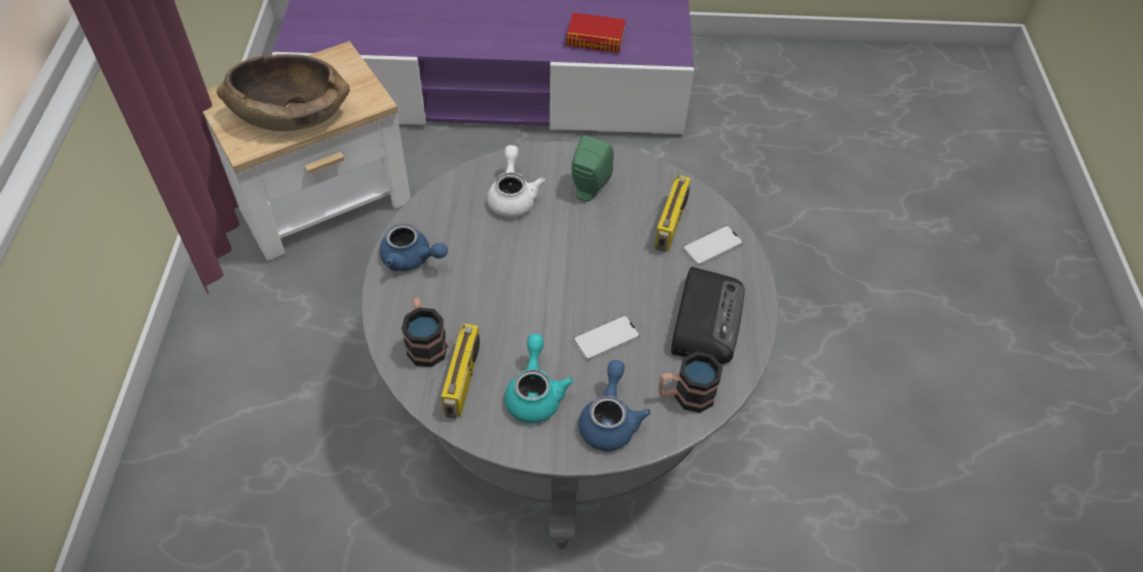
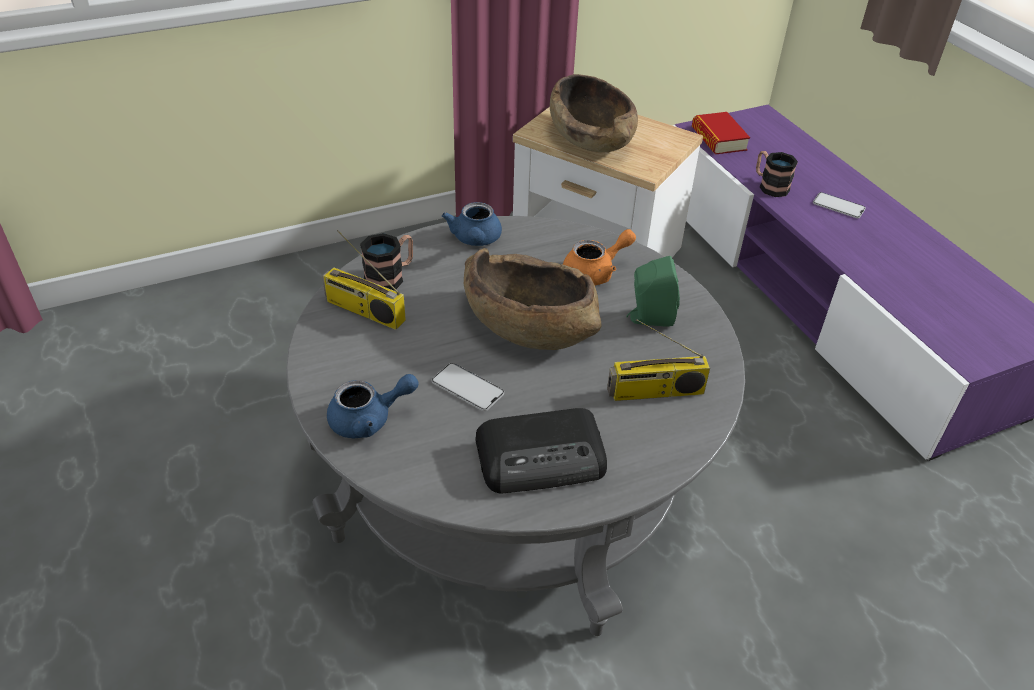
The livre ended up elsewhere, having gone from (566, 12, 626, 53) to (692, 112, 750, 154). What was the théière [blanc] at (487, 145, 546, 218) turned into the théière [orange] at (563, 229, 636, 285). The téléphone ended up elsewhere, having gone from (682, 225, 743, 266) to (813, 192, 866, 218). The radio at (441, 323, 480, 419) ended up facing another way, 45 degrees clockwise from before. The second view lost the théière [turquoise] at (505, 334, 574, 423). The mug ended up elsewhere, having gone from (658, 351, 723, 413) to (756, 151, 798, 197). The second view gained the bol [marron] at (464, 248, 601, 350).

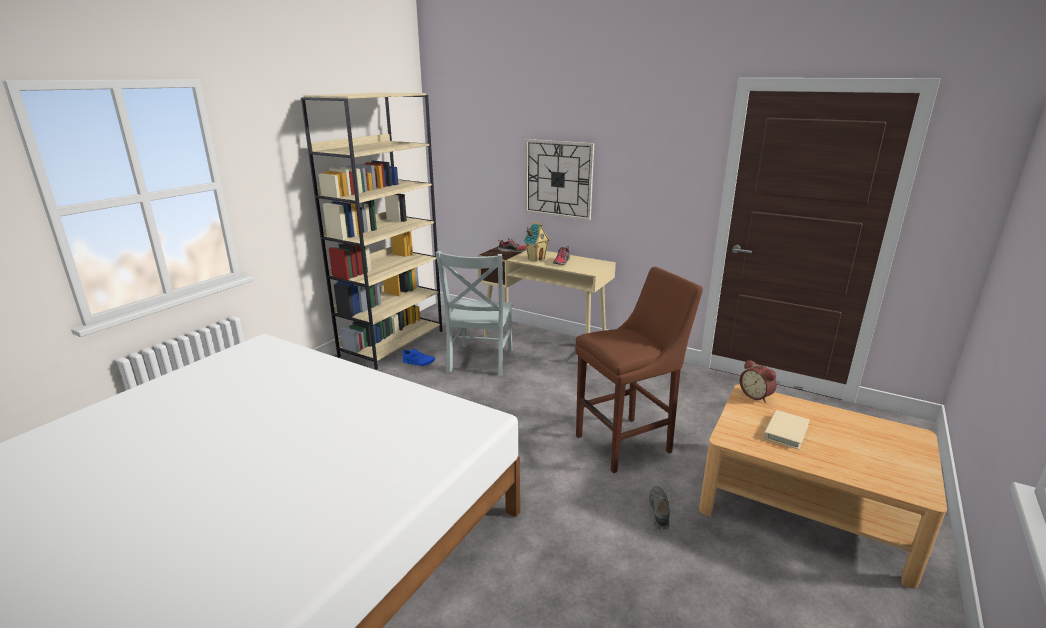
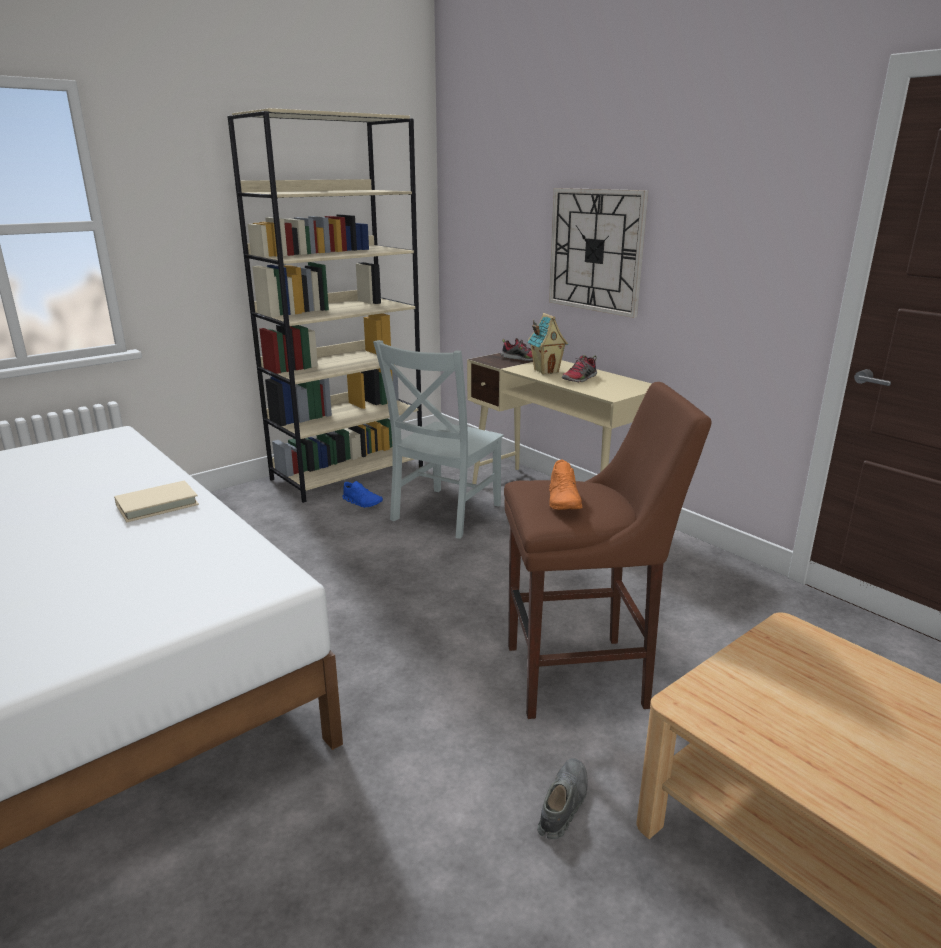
The second view lost the réveil at (740, 360, 777, 403). The livre [beige] ended up elsewhere, having gone from (763, 410, 810, 450) to (114, 481, 199, 522). The second view gained the chaussure [orange] at (549, 460, 582, 510).

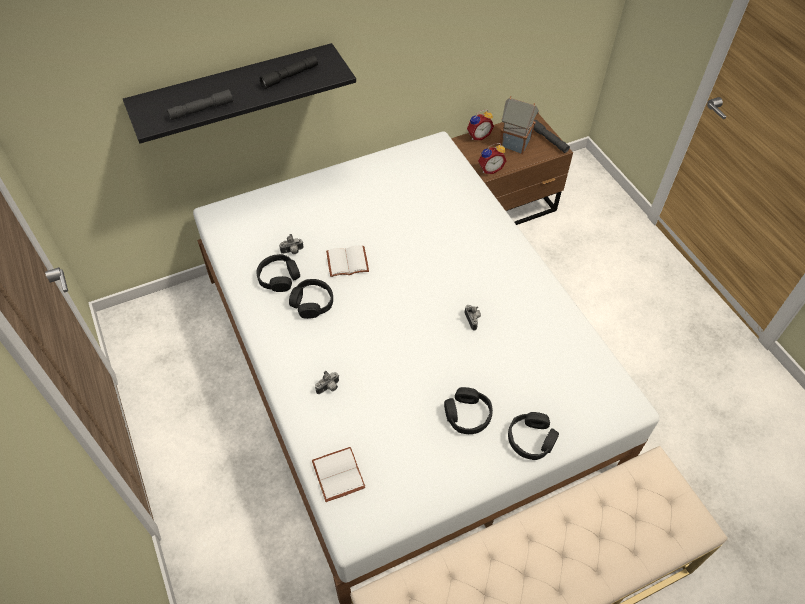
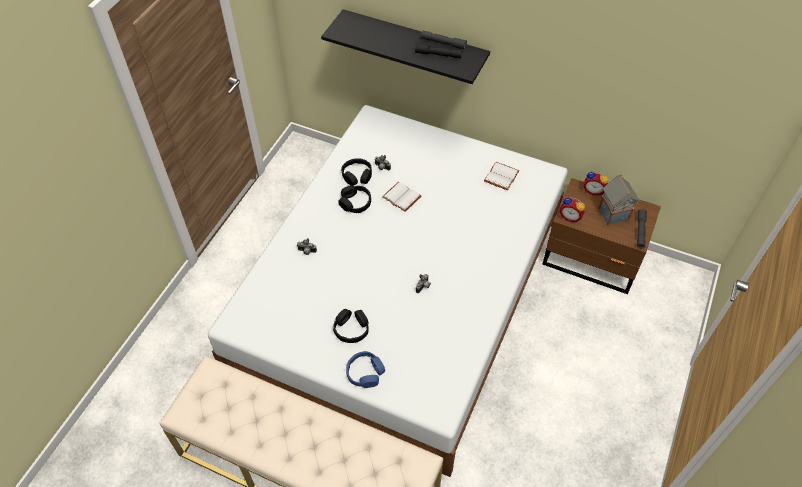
The lampe de poche [gris] ended up elsewhere, having gone from (167, 89, 233, 120) to (421, 31, 467, 50). What was the casque audio [noir] at (508, 412, 559, 460) turned into the casque audio [bleu] at (346, 351, 385, 388). The livre [blanc] ended up elsewhere, having gone from (312, 447, 366, 502) to (484, 162, 519, 190).

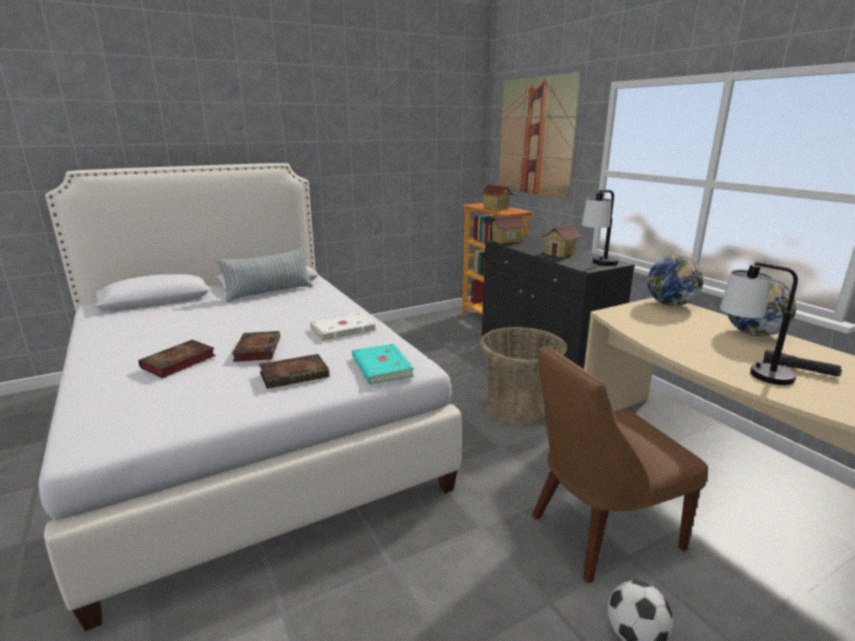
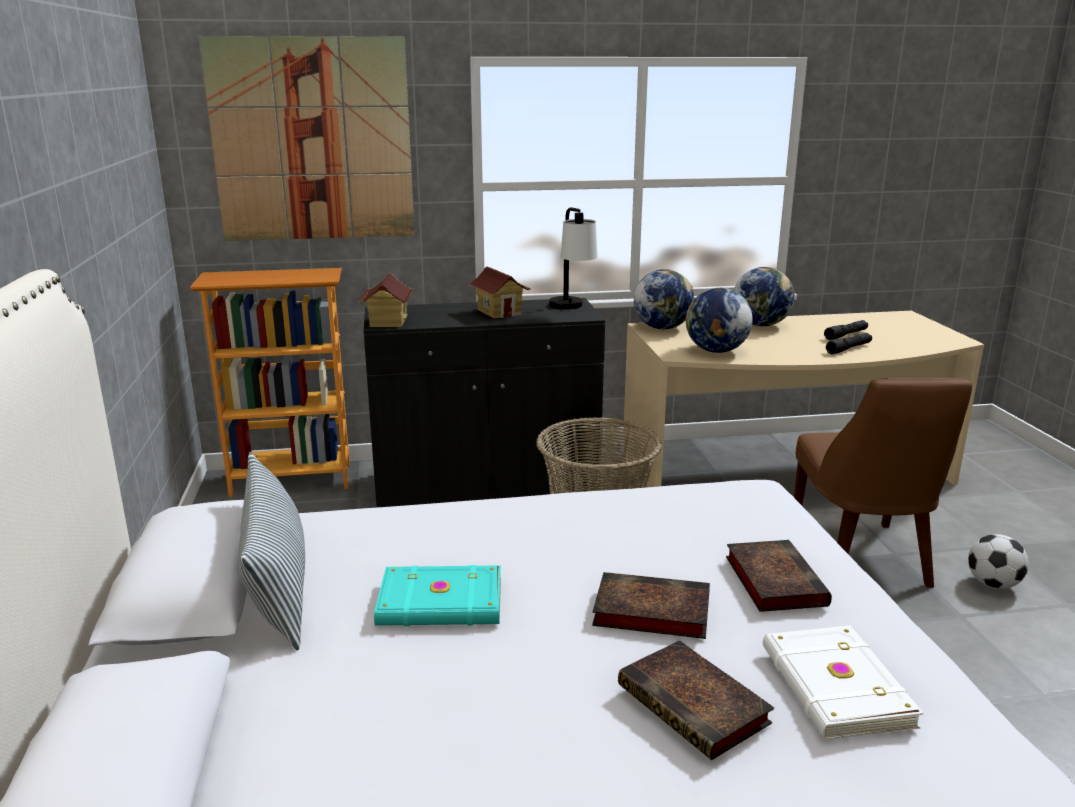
The second view lost the maison miniature at (479, 184, 515, 210). Where the lampe de table stood at (720, 262, 798, 385), the lampe de poche [noir] came to stand at (826, 333, 872, 355). The livre [blanc] ended up elsewhere, having gone from (310, 313, 376, 341) to (763, 625, 923, 740). The livre [turquoise] ended up elsewhere, having gone from (352, 344, 415, 385) to (374, 565, 501, 626). The second view gained the globe at (686, 288, 753, 353).

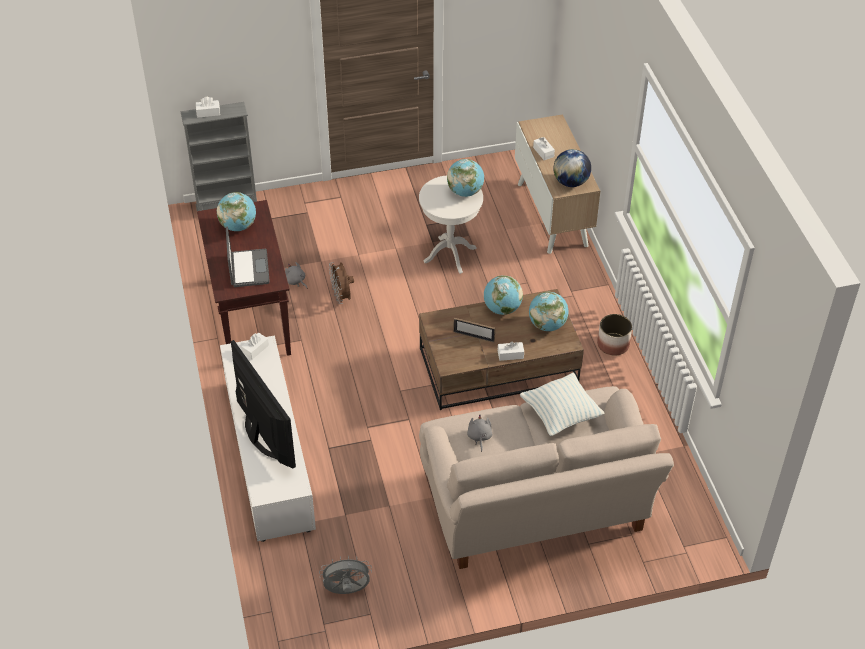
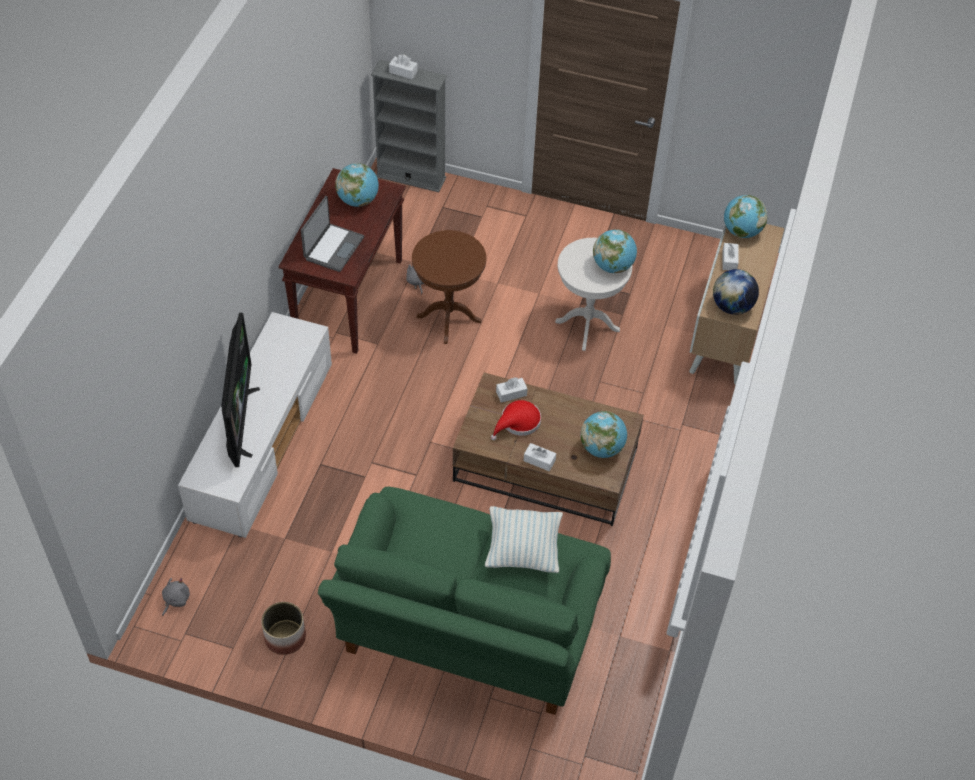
Where the ventilateur [marron] stood at (329, 262, 354, 304), the table d'appoint [marron] came to stand at (412, 230, 486, 344). The globe ended up elsewhere, having gone from (484, 275, 523, 315) to (724, 195, 767, 238). The cache-pot ended up elsewhere, having gone from (597, 314, 632, 356) to (261, 602, 306, 655). Where the cadre photo stood at (453, 318, 495, 342), the chapeau [rouge] came to stand at (491, 400, 541, 440). The boîte à mouchoirs [blanc] ended up elsewhere, having gone from (241, 333, 269, 360) to (496, 377, 527, 403). What was the canapé [beige] at (419, 386, 674, 569) turned into the canapé [vert] at (318, 486, 611, 715). The peluche [gris] ended up elsewhere, having gone from (467, 415, 492, 452) to (162, 578, 190, 616). The second view lost the ventilateur [gris] at (319, 555, 372, 594).

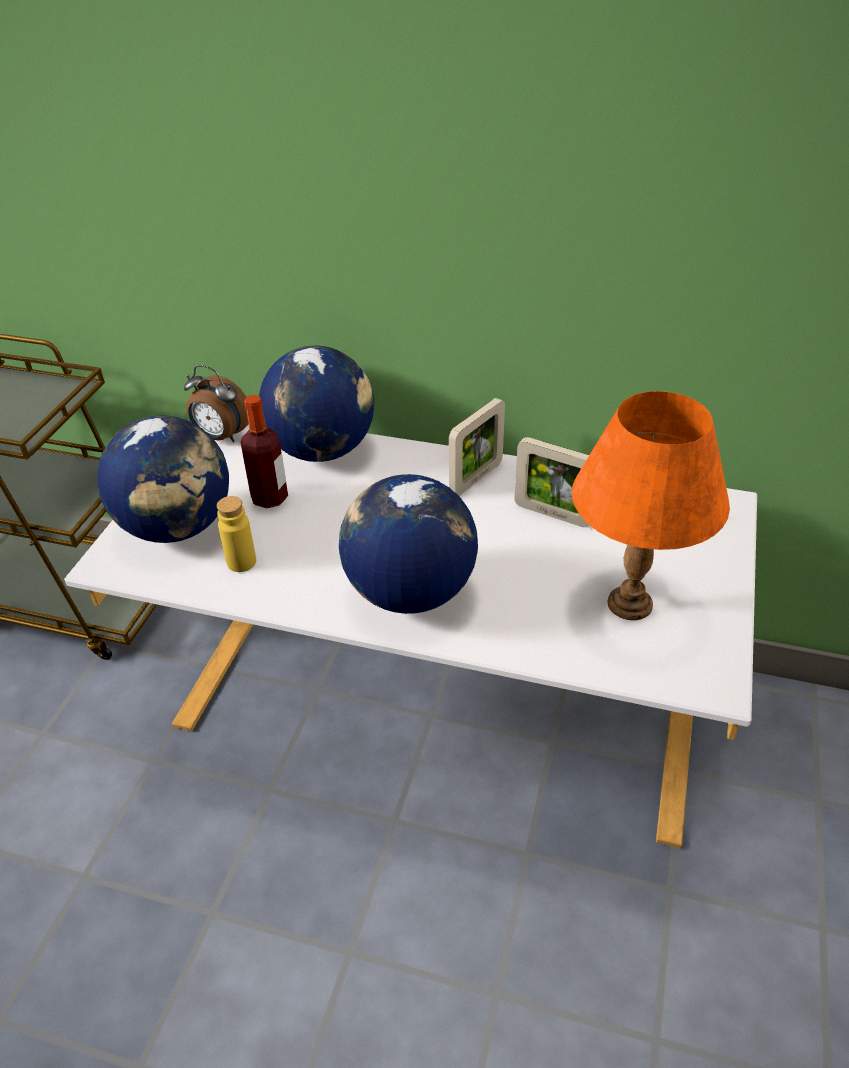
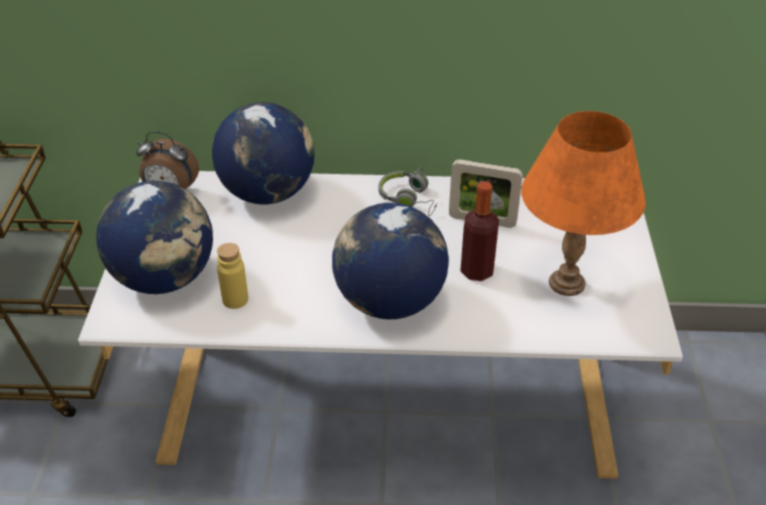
The bouteille ended up elsewhere, having gone from (240, 395, 288, 508) to (460, 181, 499, 281). Where the cadre photo stood at (449, 398, 505, 496), the casque audio [gris] came to stand at (379, 166, 437, 216).

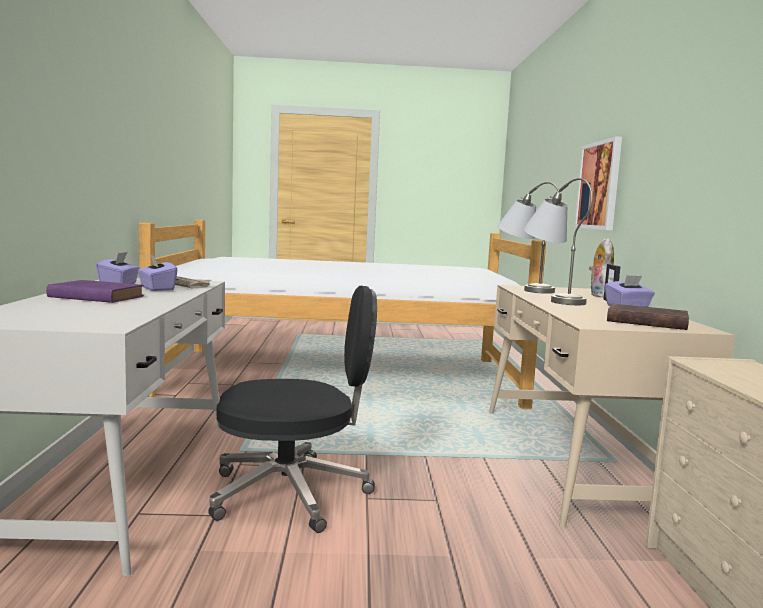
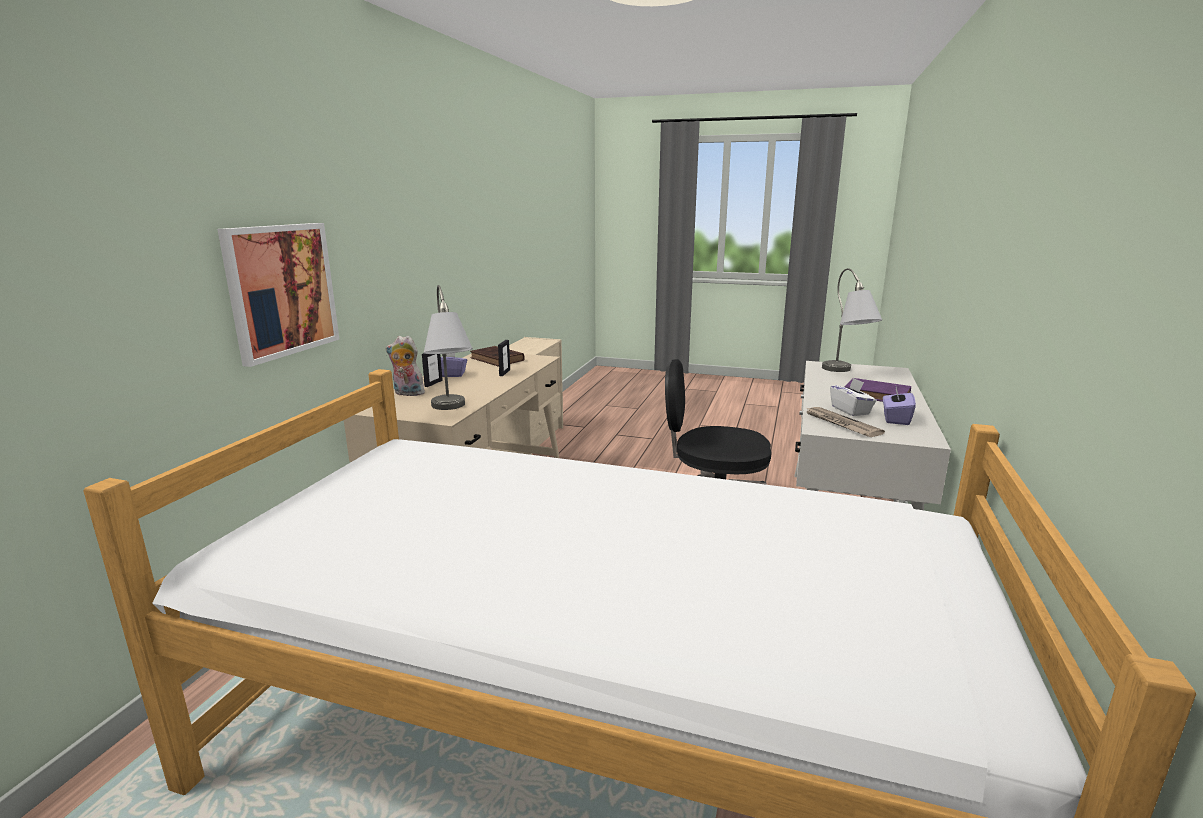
The lampe de table [gris] ended up elsewhere, having gone from (524, 178, 593, 305) to (822, 268, 882, 372). The peluche at (589, 238, 614, 298) ended up facing another way, 75 degrees clockwise from before. What was the boîte à mouchoirs [violet] at (137, 255, 177, 291) turned into the boîte à mouchoirs [blanc] at (830, 378, 876, 416). The second view gained the cadre photo at (498, 340, 510, 376).

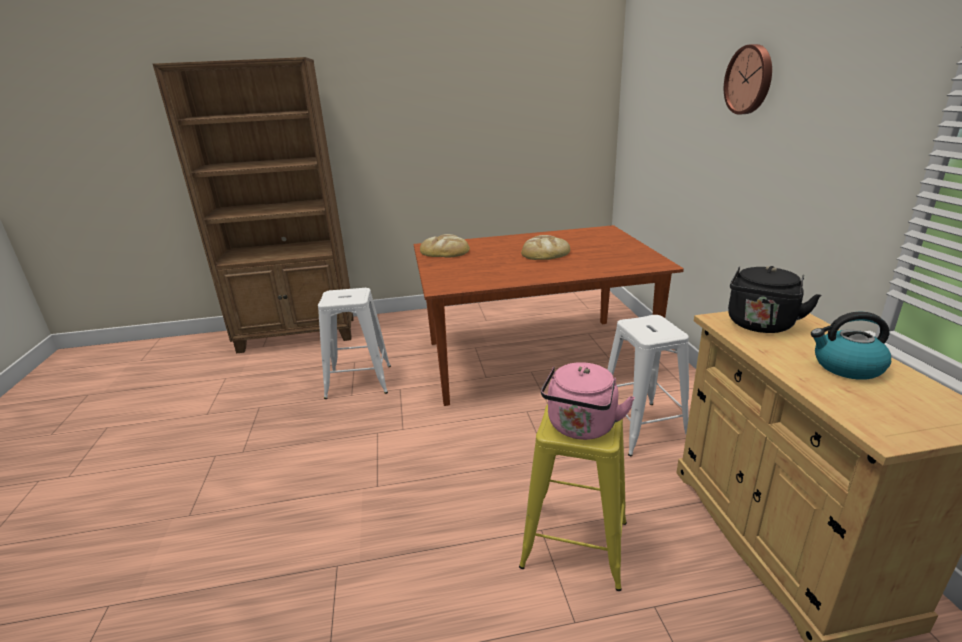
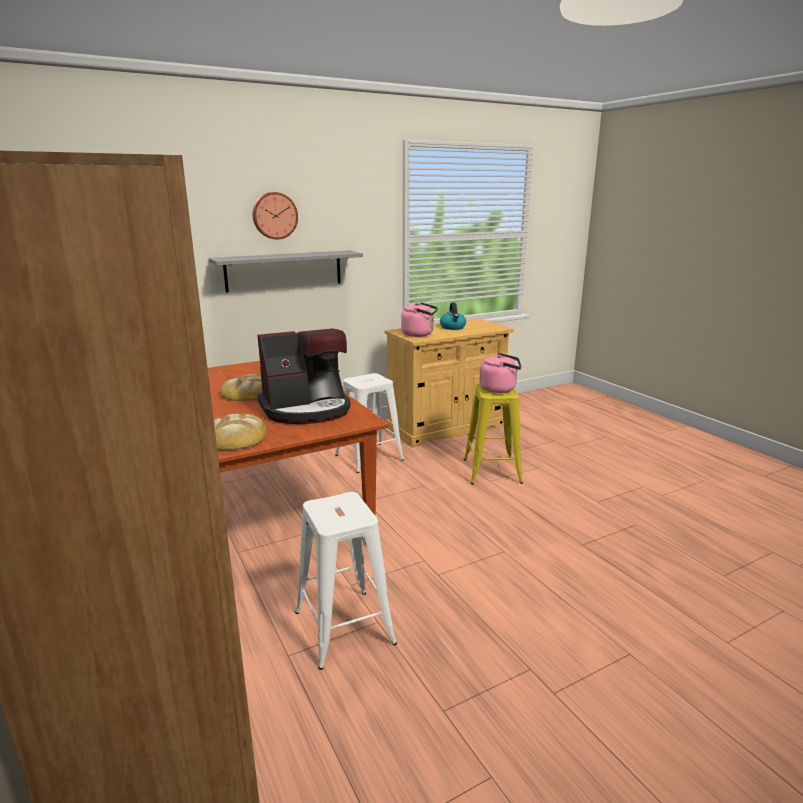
What was the bouilloire [noir] at (728, 266, 821, 333) turned into the bouilloire [rose] at (401, 302, 438, 337). The second view gained the étagère [gris] at (209, 250, 363, 292). The second view gained the machine à café at (257, 328, 350, 424).

